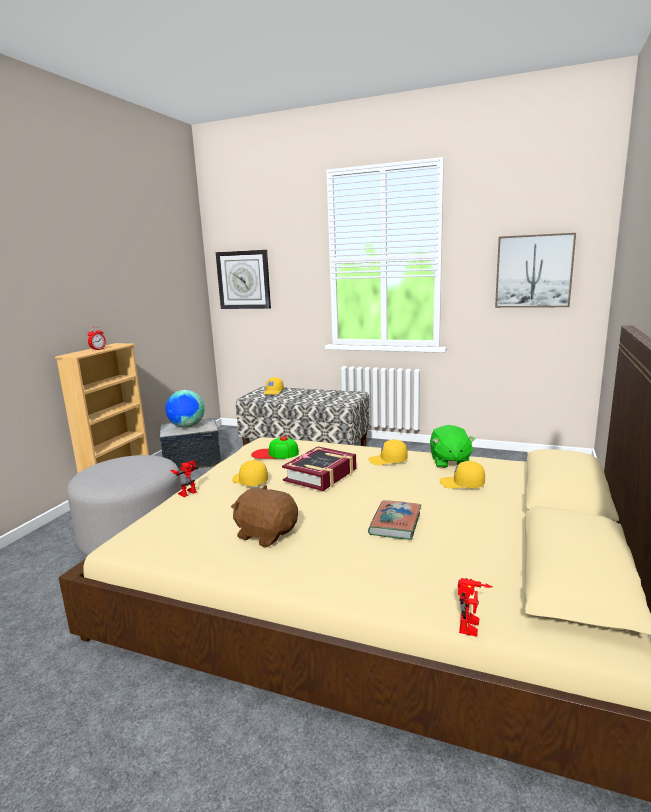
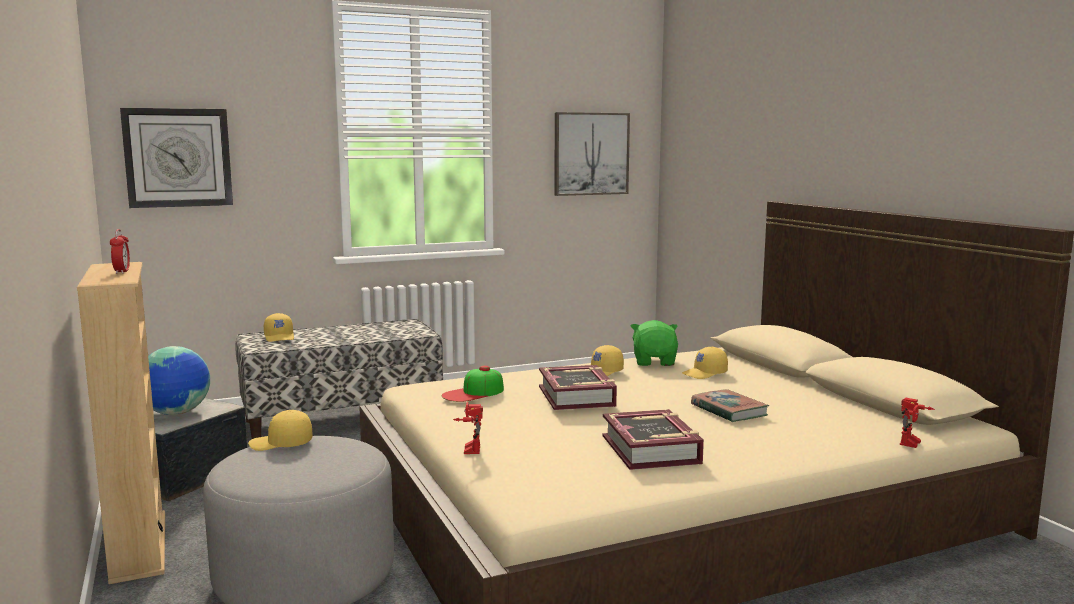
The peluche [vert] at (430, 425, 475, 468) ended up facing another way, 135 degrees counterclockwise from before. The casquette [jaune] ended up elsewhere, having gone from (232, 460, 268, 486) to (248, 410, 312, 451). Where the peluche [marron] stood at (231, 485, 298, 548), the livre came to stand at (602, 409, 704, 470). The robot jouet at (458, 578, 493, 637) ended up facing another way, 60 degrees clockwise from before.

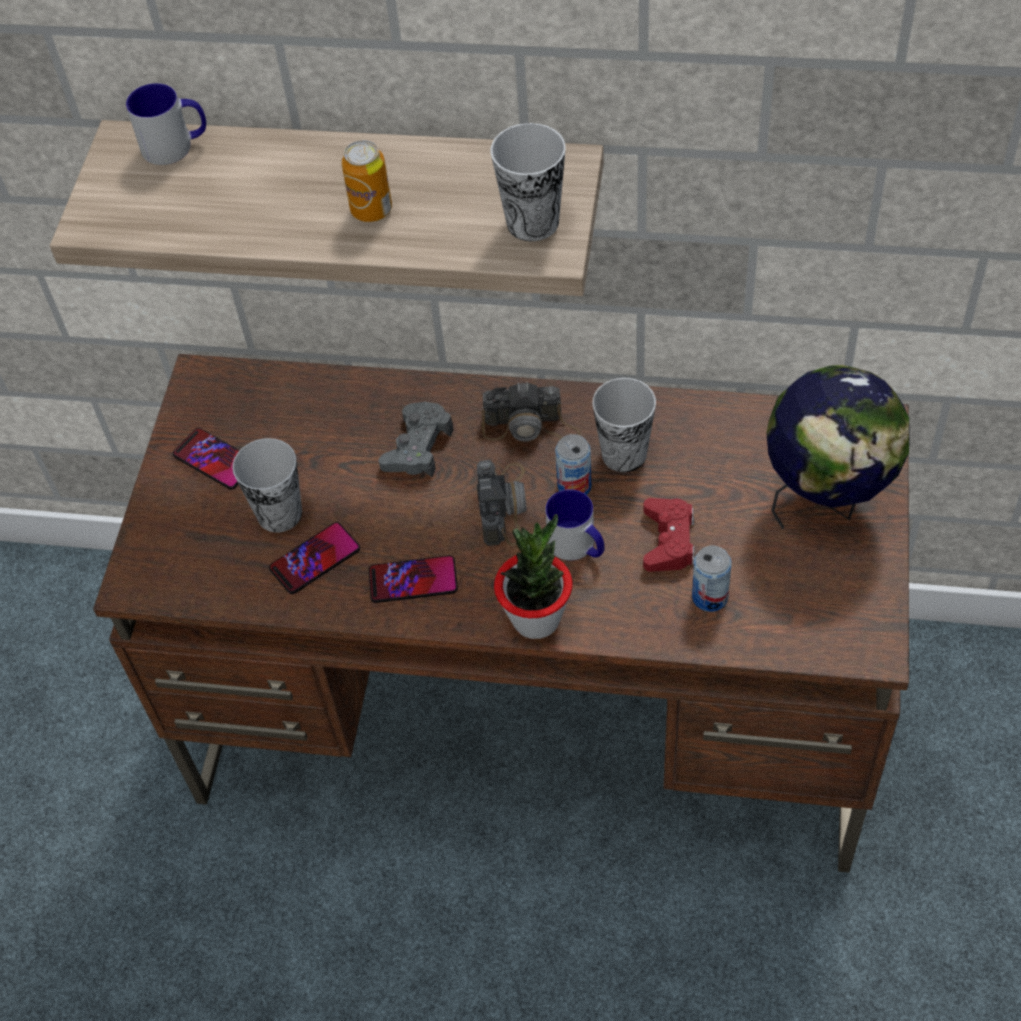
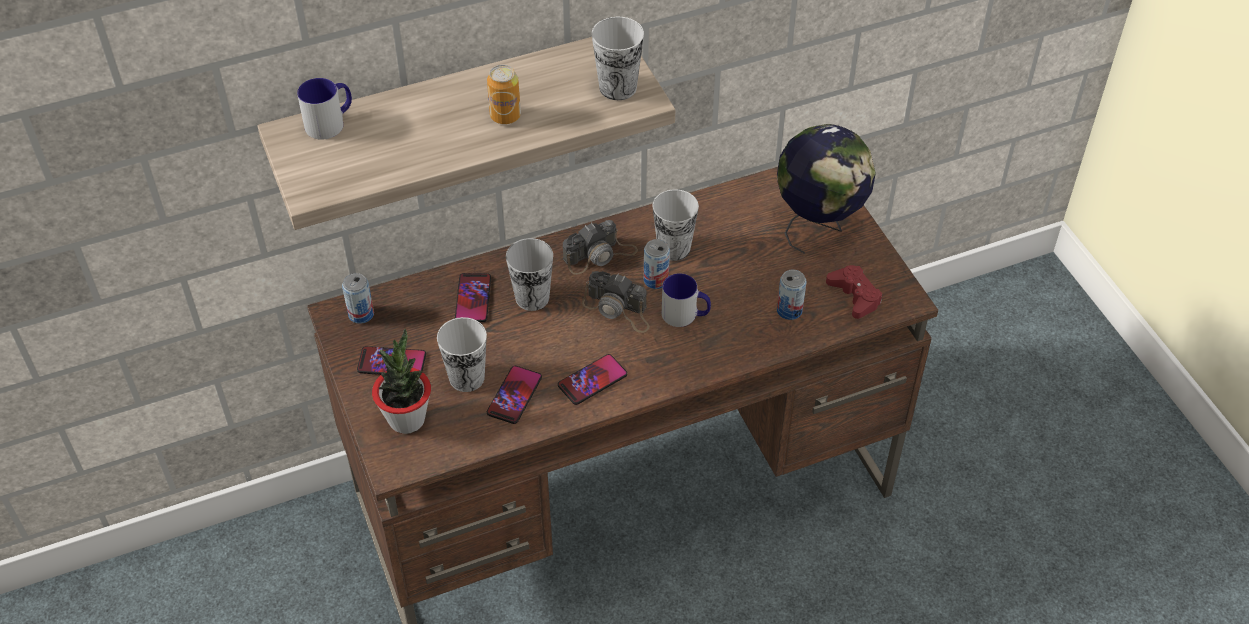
Where the manette [gris] stood at (379, 401, 454, 477), the tasse came to stand at (506, 238, 553, 311). The appareil photo at (477, 460, 527, 546) ended up facing another way, 150 degrees clockwise from before. The manette [rouge] ended up elsewhere, having gone from (643, 498, 695, 572) to (826, 265, 882, 319). The plante en pot ended up elsewhere, having gone from (494, 514, 573, 639) to (372, 329, 431, 434). The second view gained the boîte métallique at (342, 273, 374, 324). The second view gained the téléphone at (455, 273, 491, 322).

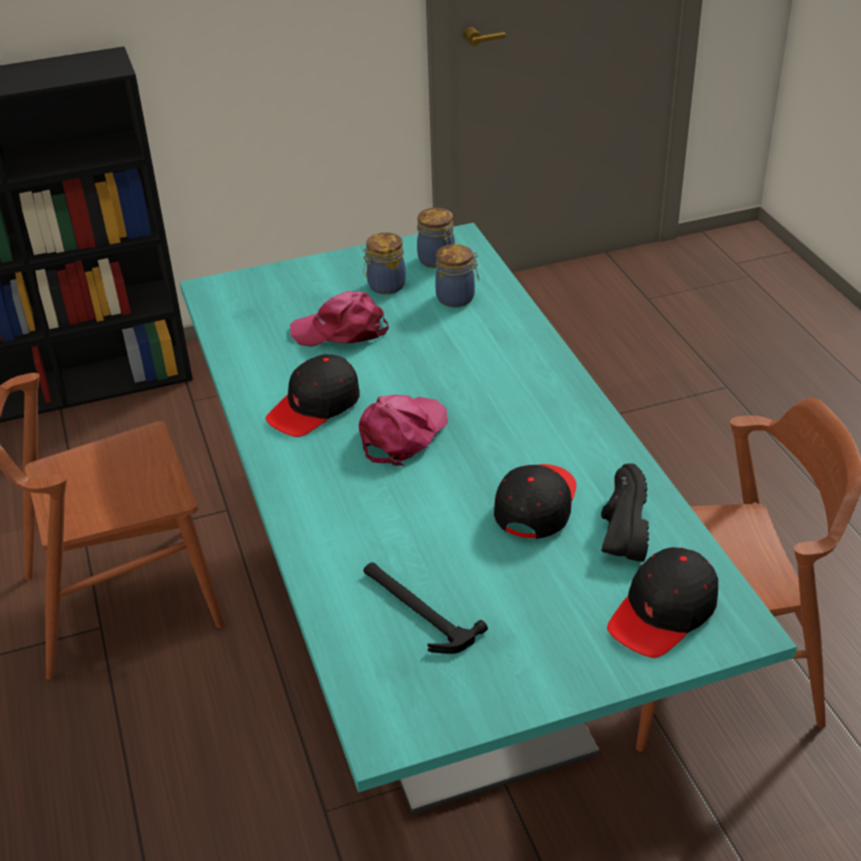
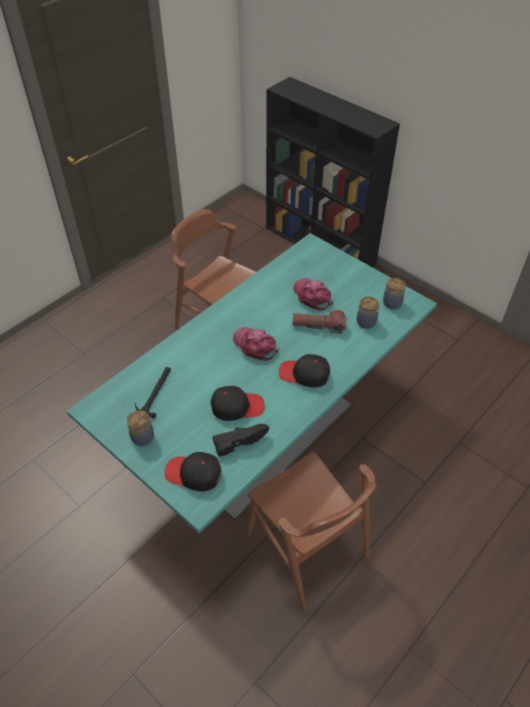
The bocal ended up elsewhere, having gone from (363, 232, 406, 294) to (127, 410, 154, 446). The casquette [noir] ended up elsewhere, having gone from (266, 354, 360, 437) to (279, 354, 330, 388). The casquette [rose] at (359, 395, 448, 466) ended up facing another way, 135 degrees counterclockwise from before. The second view gained the lampe de poche at (293, 310, 347, 334).

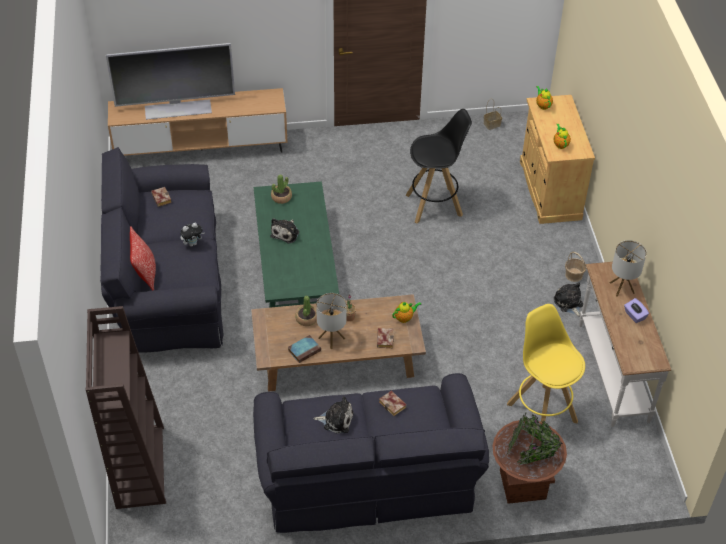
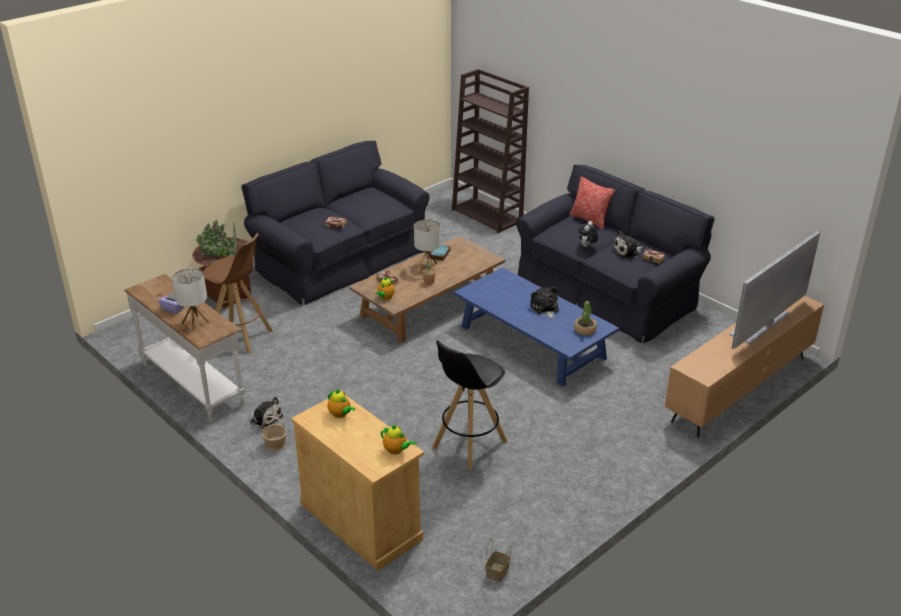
What was the table basse [vert] at (254, 181, 339, 308) turned into the table basse [bleu] at (454, 268, 619, 387). The second view lost the plante en pot at (295, 295, 317, 326). What was the tabouret [jaune] at (507, 304, 585, 424) turned into the tabouret [marron] at (203, 233, 273, 354). The peluche ended up elsewhere, having gone from (313, 396, 354, 434) to (612, 230, 643, 259).

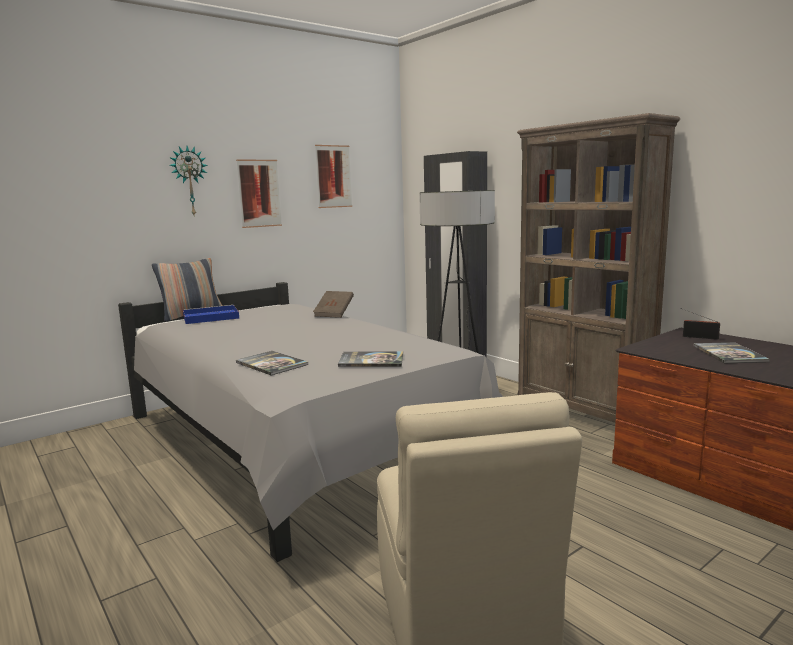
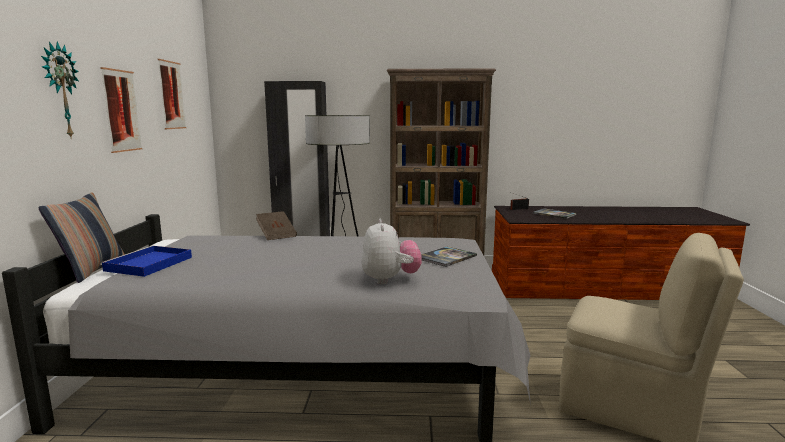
Where the livre stood at (236, 351, 308, 375), the peluche came to stand at (361, 219, 422, 284).

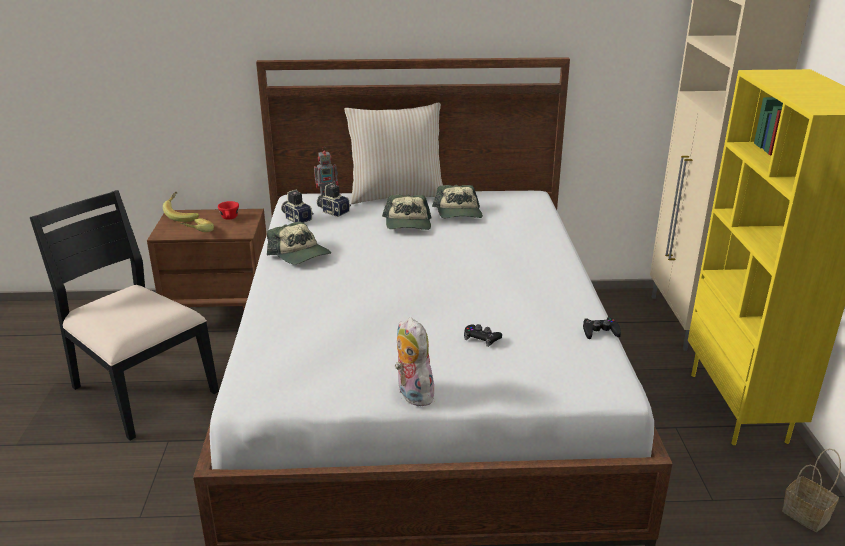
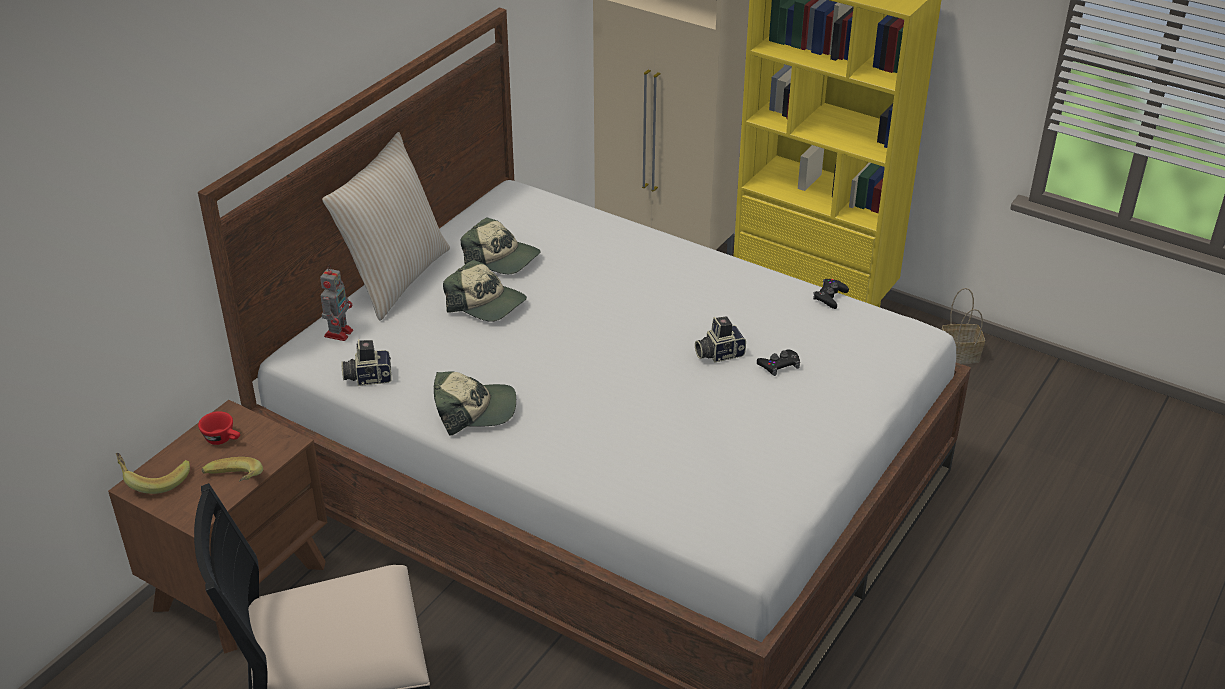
The appareil photo ended up elsewhere, having gone from (316, 183, 351, 217) to (695, 316, 746, 362). The second view lost the peluche at (395, 317, 434, 406).

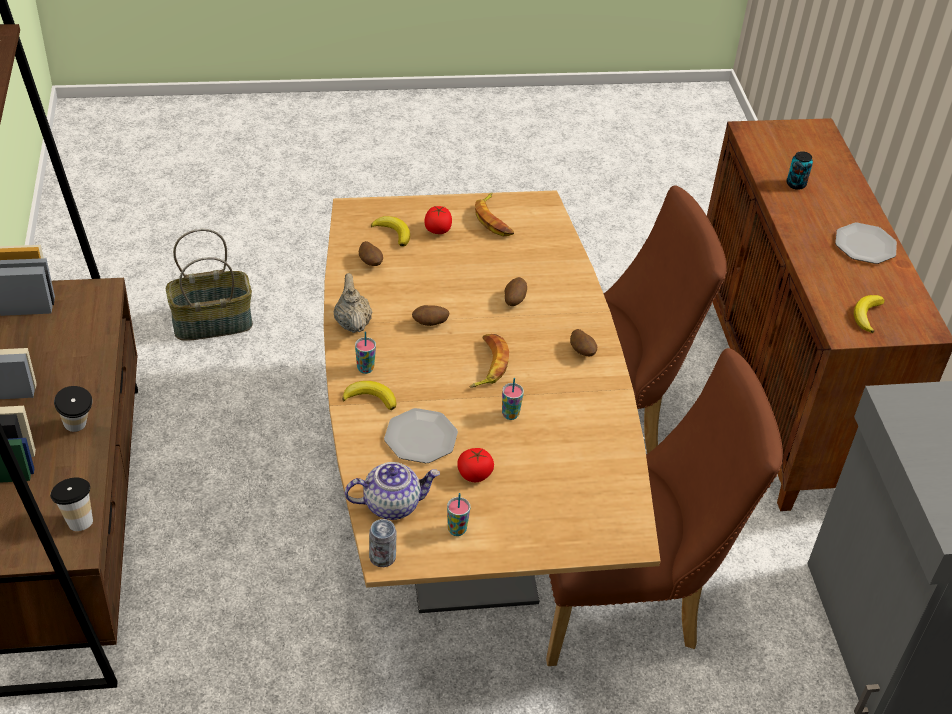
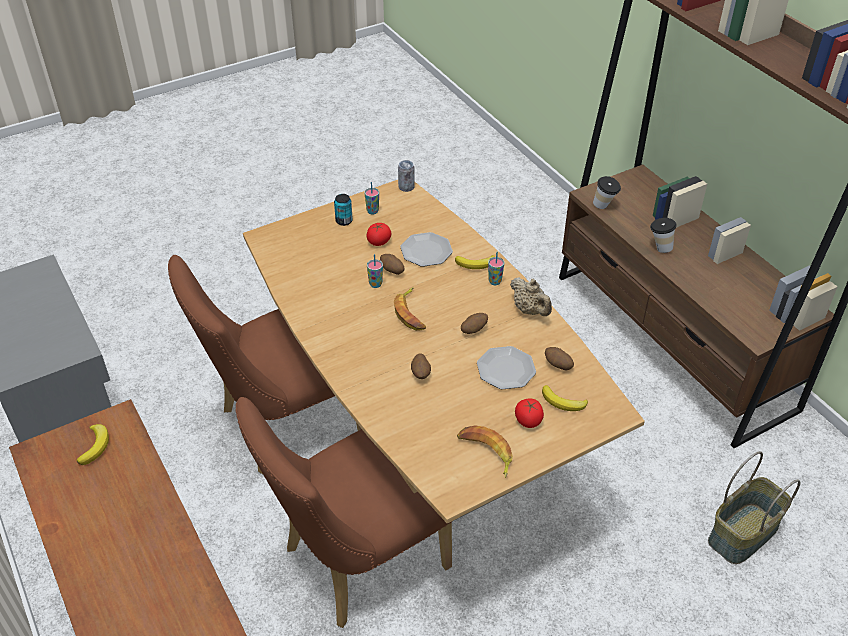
The boîte métallique ended up elsewhere, having gone from (786, 151, 813, 190) to (334, 194, 353, 226). The assiette ended up elsewhere, having gone from (835, 223, 897, 264) to (477, 346, 536, 390). The pomme de terre ended up elsewhere, having gone from (570, 329, 597, 356) to (380, 254, 404, 275). The second view lost the théière at (344, 462, 440, 520).

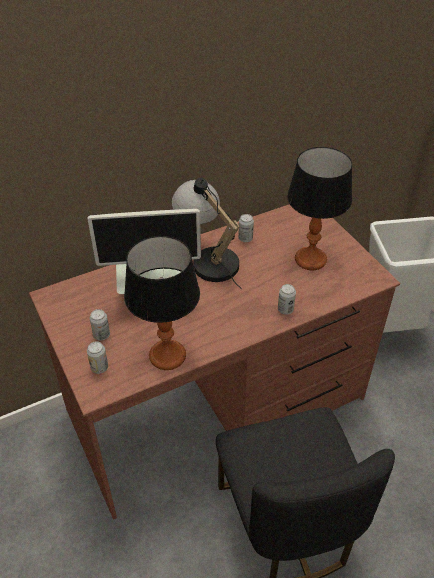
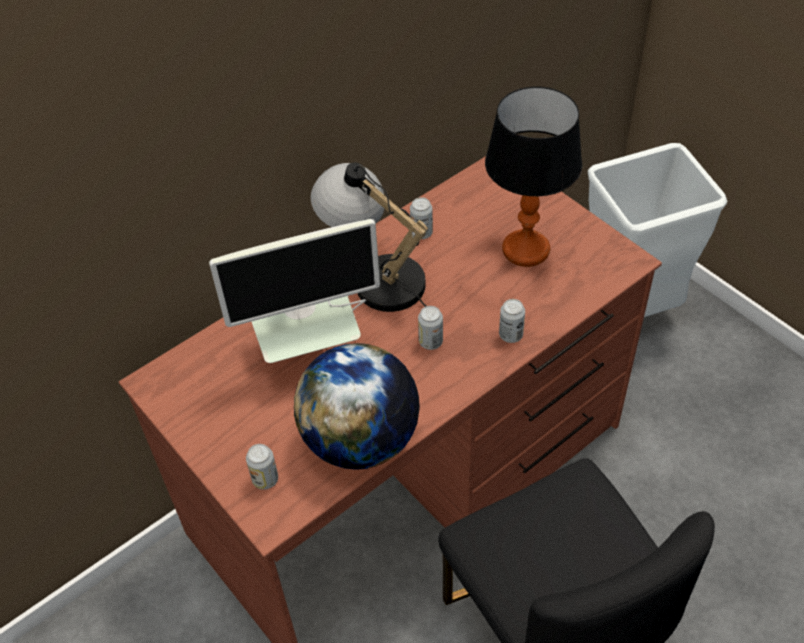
Where the lampe de table stood at (124, 236, 200, 370), the globe came to stand at (294, 343, 420, 470). The boîte métallique ended up elsewhere, having gone from (90, 309, 110, 341) to (418, 306, 443, 350).

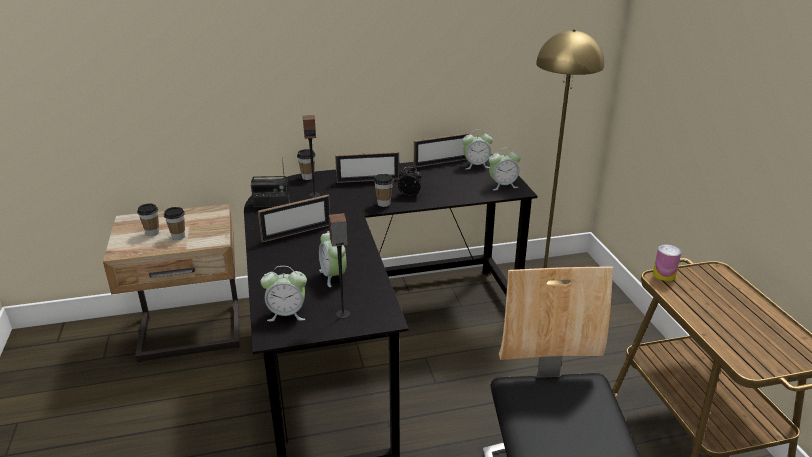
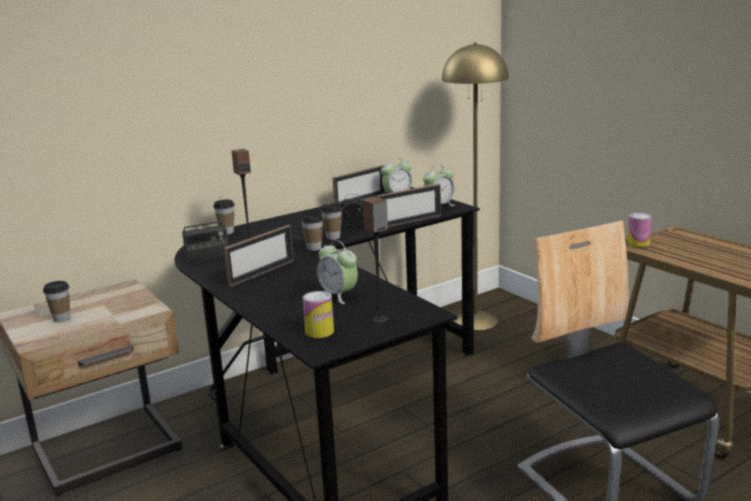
The cadre photo ended up elsewhere, having gone from (335, 151, 399, 183) to (377, 184, 441, 227). The tasse ended up elsewhere, having gone from (164, 207, 185, 240) to (301, 213, 324, 251). Where the réveil stood at (261, 266, 307, 321), the boîte métallique came to stand at (303, 291, 334, 338).

